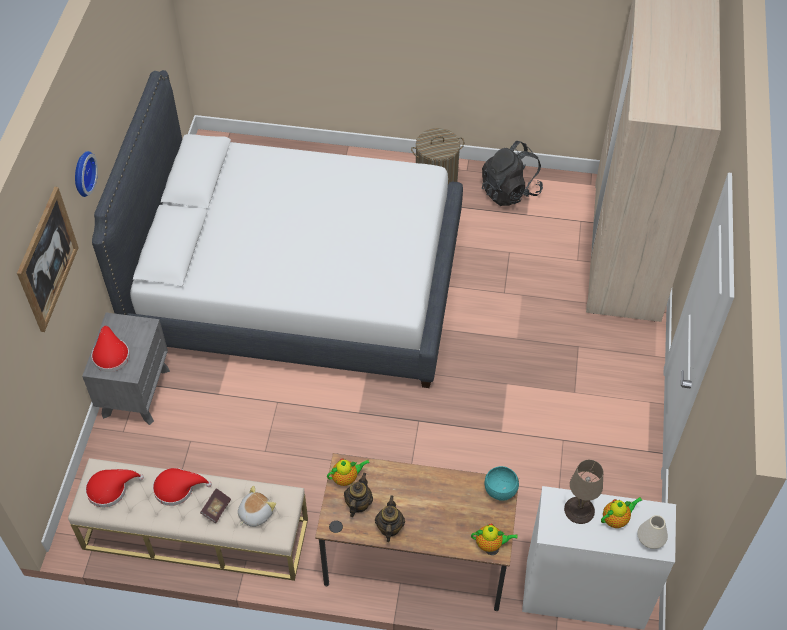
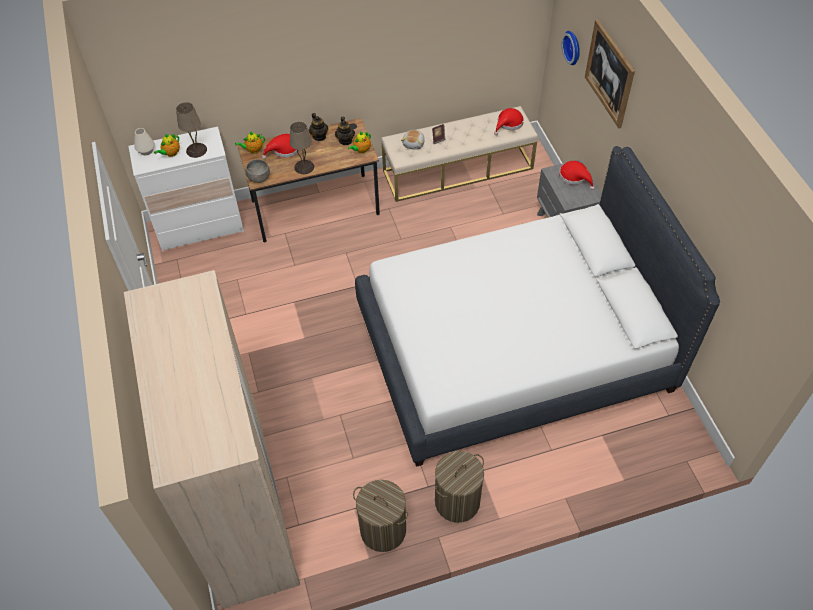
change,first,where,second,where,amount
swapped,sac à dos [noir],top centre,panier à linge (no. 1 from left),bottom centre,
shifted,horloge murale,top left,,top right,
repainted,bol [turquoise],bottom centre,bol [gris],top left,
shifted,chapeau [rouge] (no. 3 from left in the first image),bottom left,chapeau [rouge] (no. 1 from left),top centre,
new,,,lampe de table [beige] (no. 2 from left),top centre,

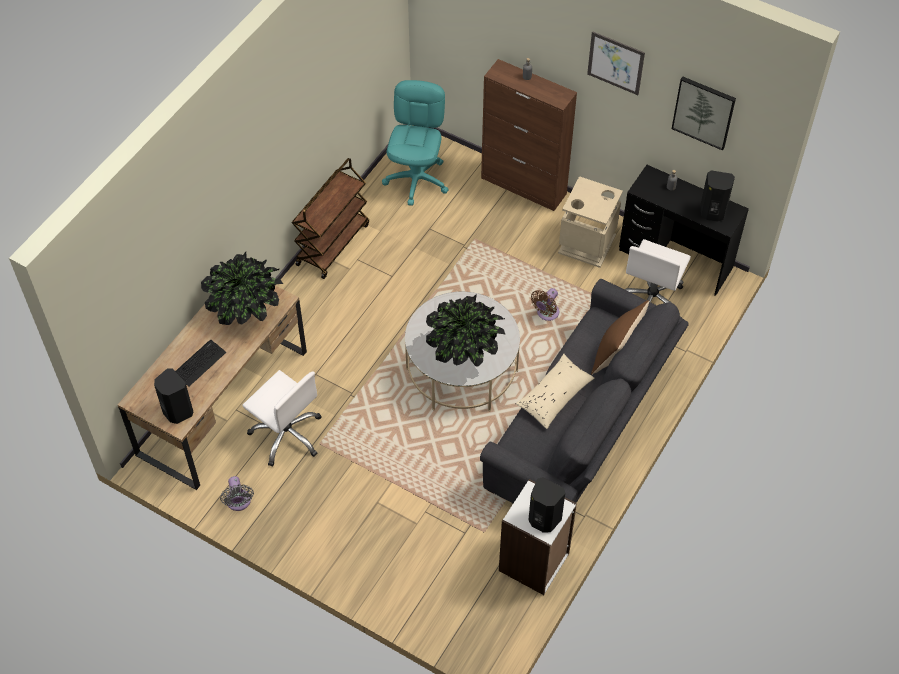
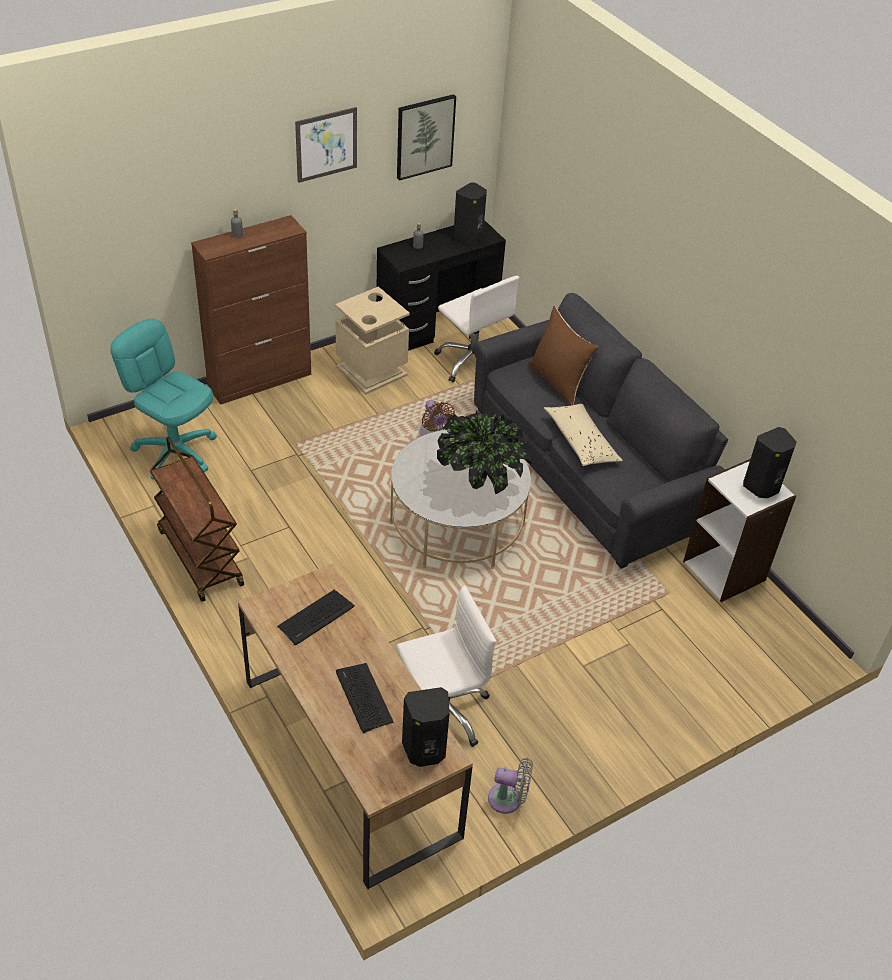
change,first,where,second,where,amount
swapped,plante en pot (no. 1 from left),middle left,clavier (no. 1 from left),centre,

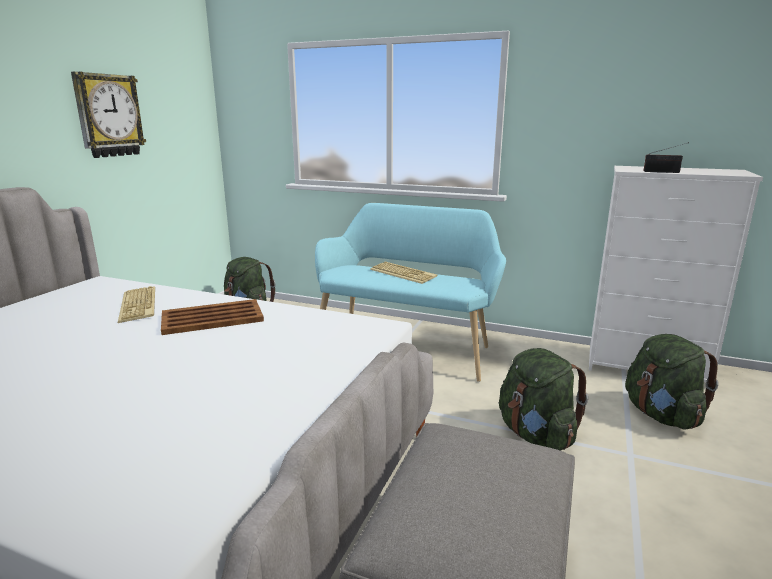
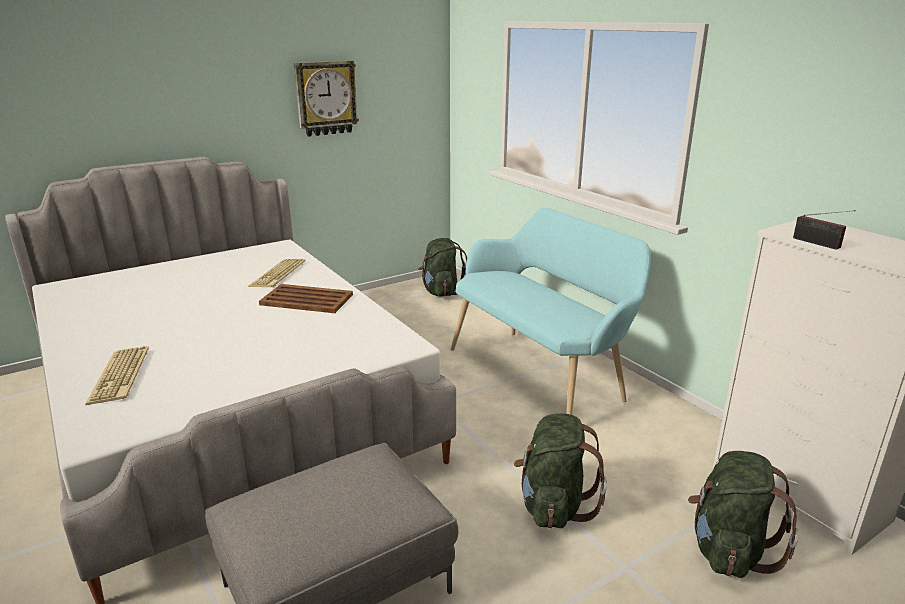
change,first,where,second,where,amount
shifted,clavier (no. 2 from left in the first image),centre,clavier (no. 1 from left),middle left,

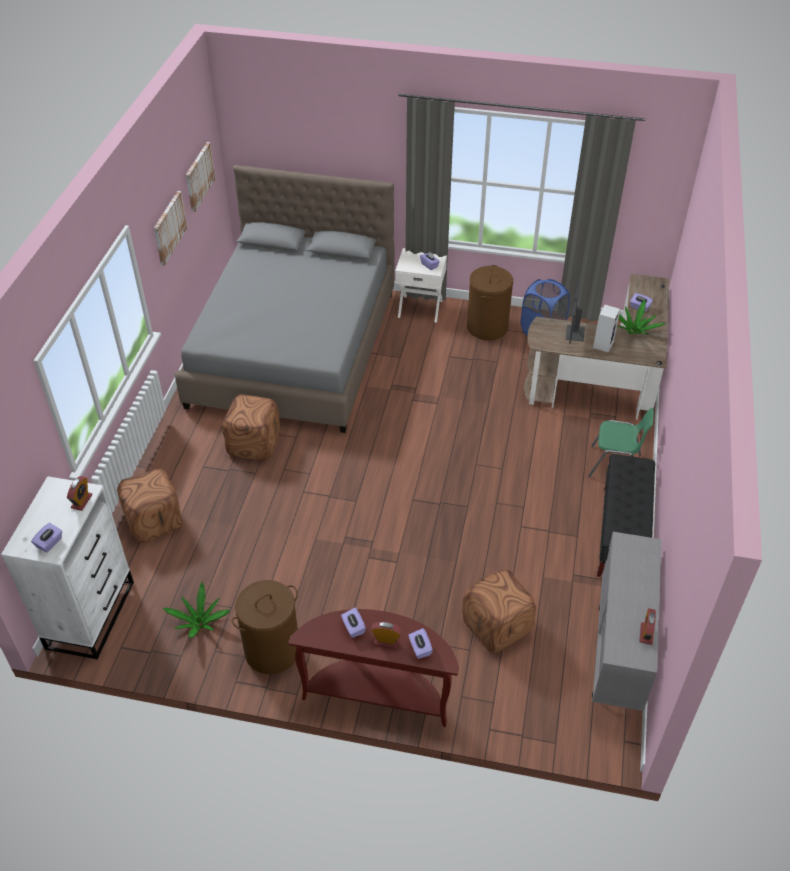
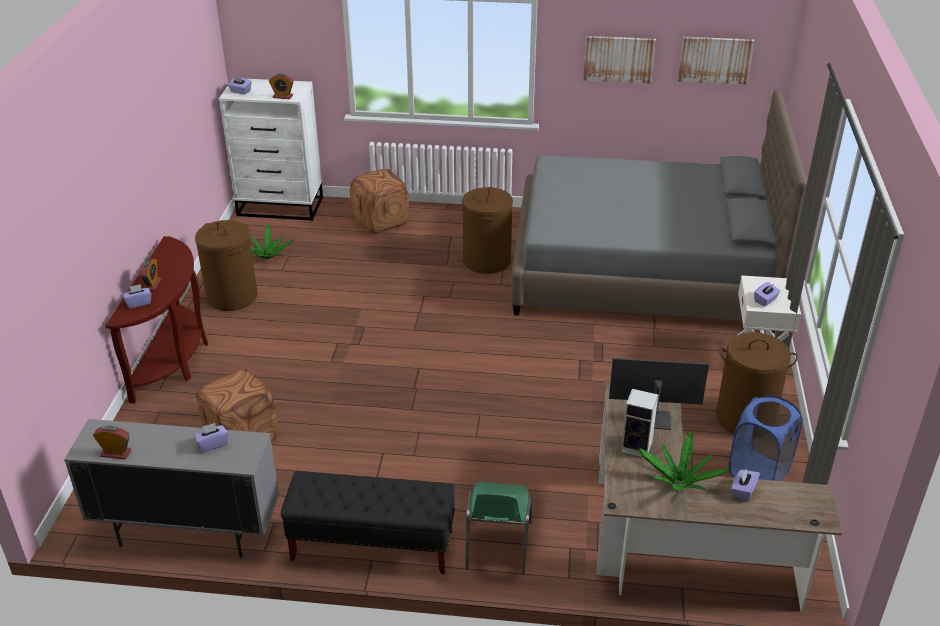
change,first,where,second,where,amount
swapped,pouf [marron] (no. 2 from left),middle left,panier à linge [marron] (no. 2 from left),centre,
shifted,boîte à mouchoirs [violet] (no. 2 from left),bottom centre,,bottom left,

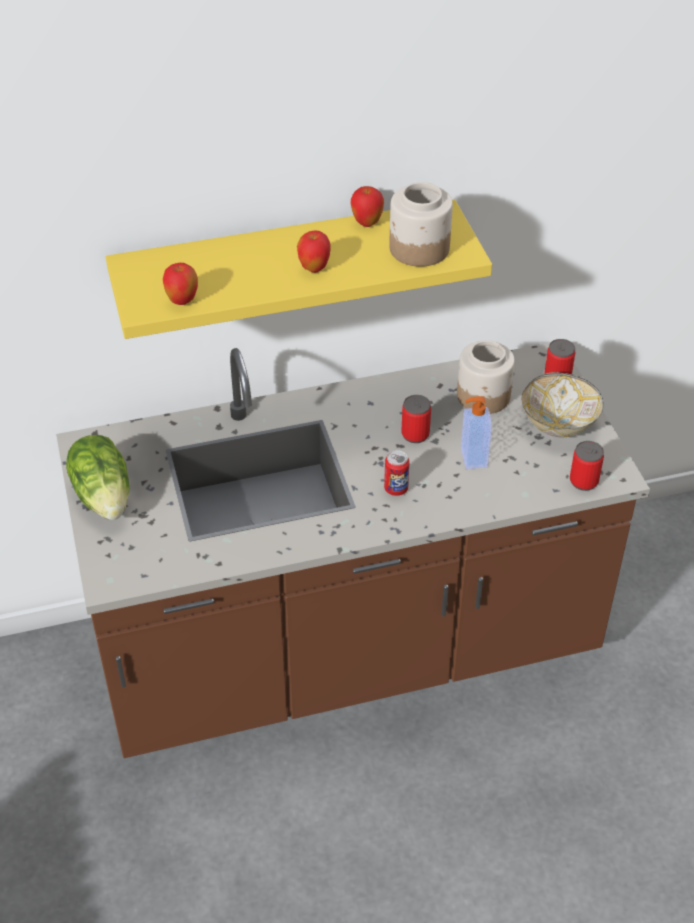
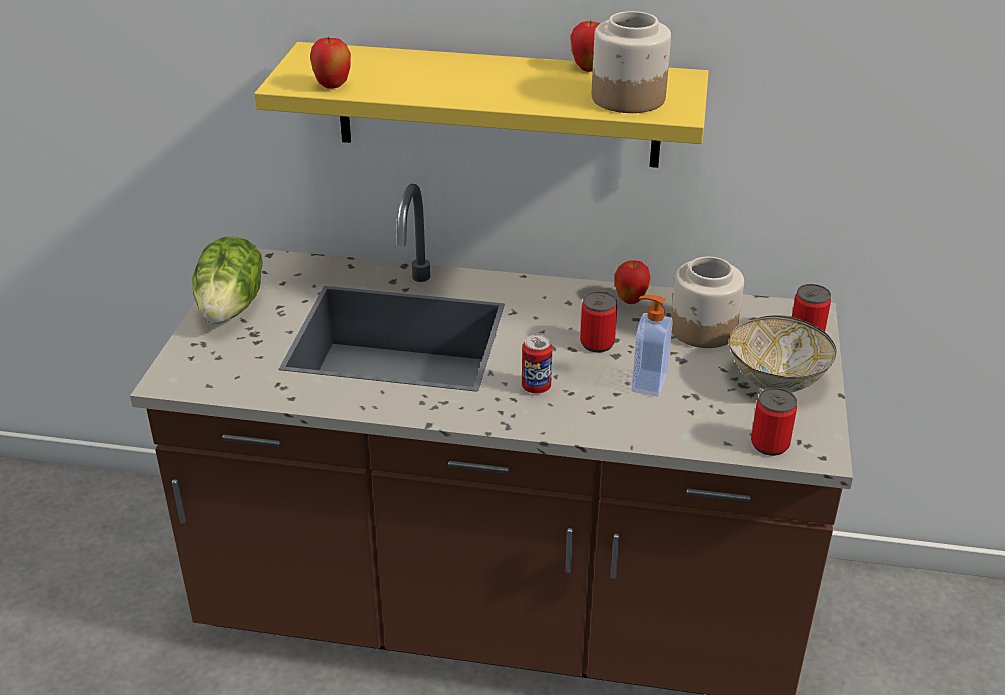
change,first,where,second,where,amount
shifted,pomme (no. 2 from left in the first image),top centre,pomme (no. 3 from left),centre,

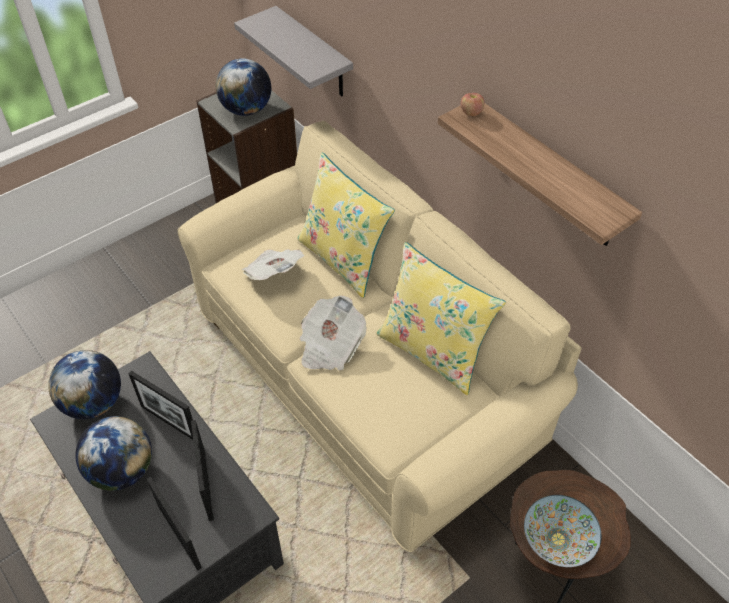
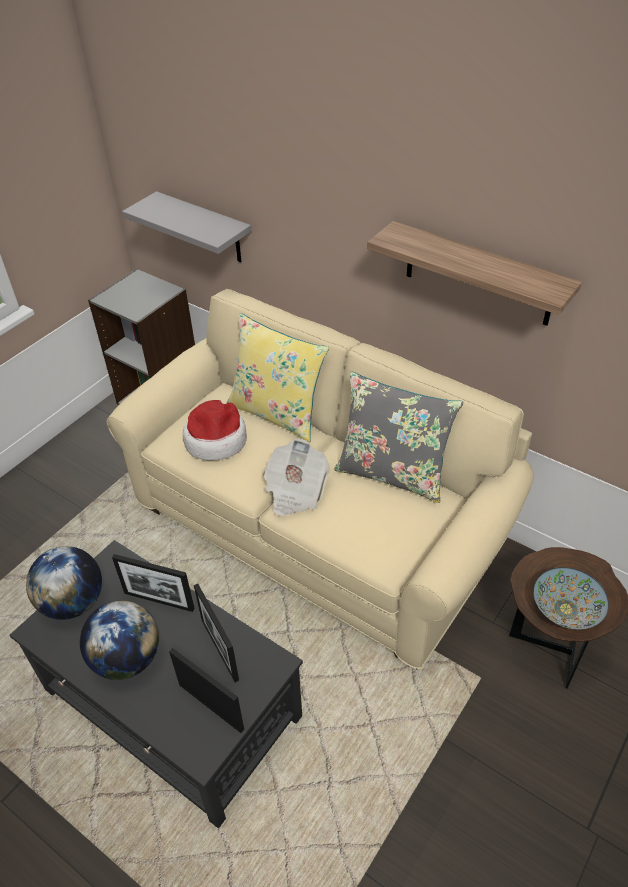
change,first,where,second,where,amount
gone,globe (no. 3 from left),top centre,,,
gone,pomme,top centre,,,
repainted,coussin [jaune] (no. 2 from left),centre,coussin [gris],centre,
swapped,journal (no. 1 from left),centre,chapeau,centre,

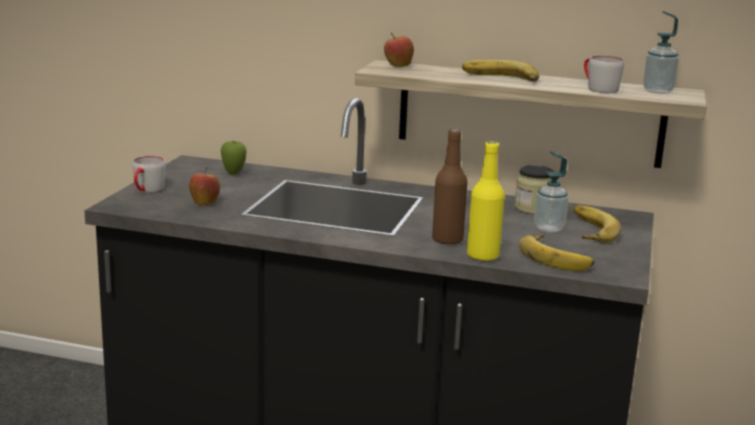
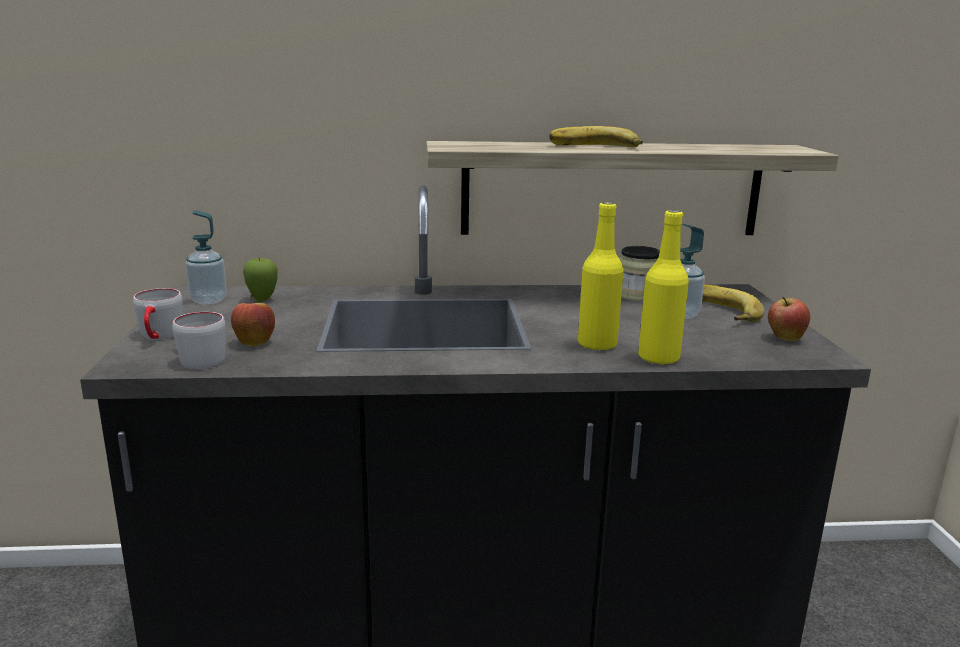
change,first,where,second,where,amount
shifted,distributeur de savon (no. 2 from left in the first image),top right,distributeur de savon (no. 1 from left),middle left,
shifted,pomme (no. 3 from left),top centre,,middle right,
shifted,mug [gris] (no. 2 from left),top right,,middle left,
repainted,bouteille [marron],centre,bouteille [jaune] (no. 1 from left),centre,
gone,banane (no. 2 from left),middle right,,,

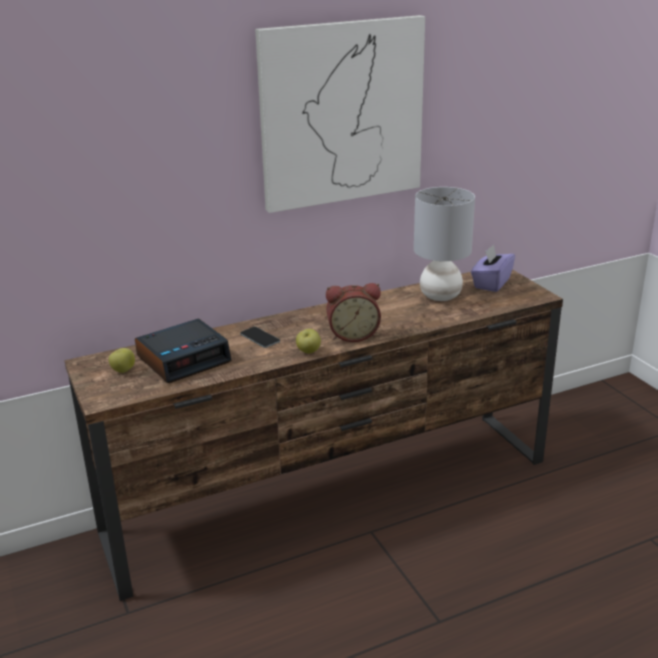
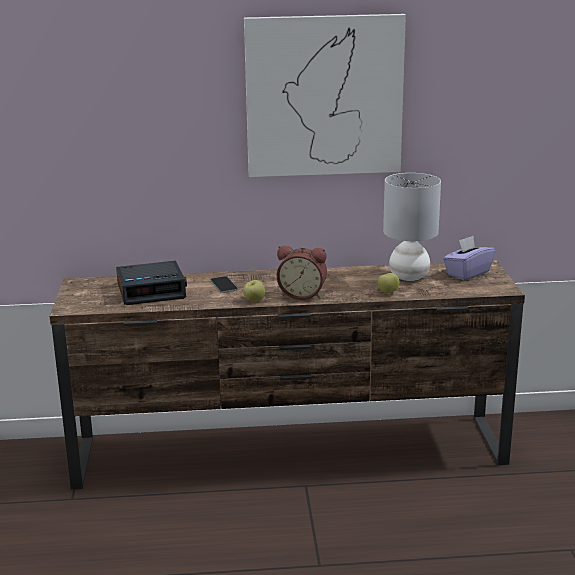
change,first,where,second,where,amount
shifted,pomme (no. 1 from left in the first image),middle left,pomme (no. 2 from left),middle right,

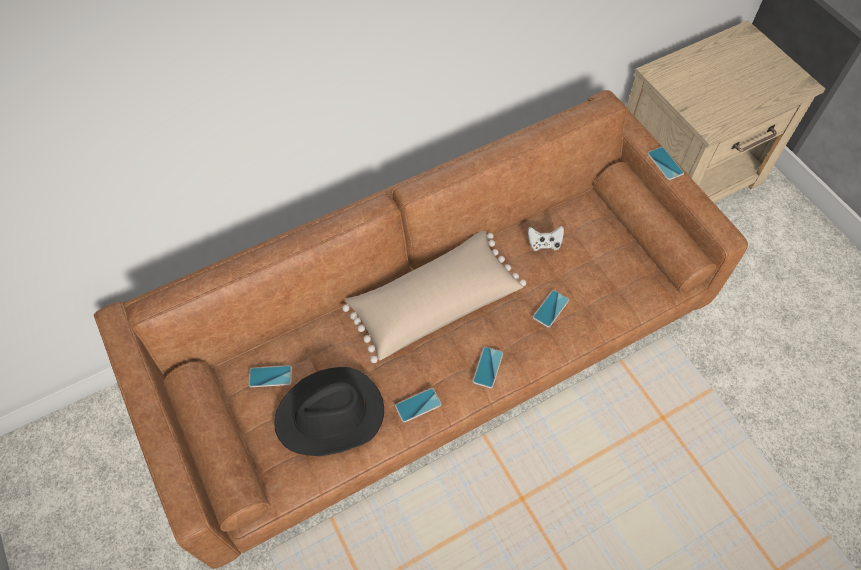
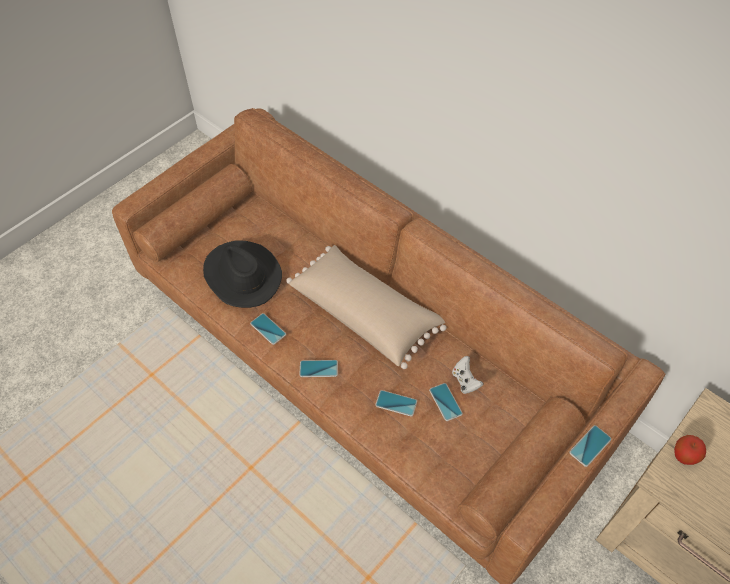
change,first,where,second,where,amount
shifted,téléphone (no. 1 from left in the first image),middle left,téléphone (no. 4 from left),bottom centre,
new,,,pomme,bottom right,

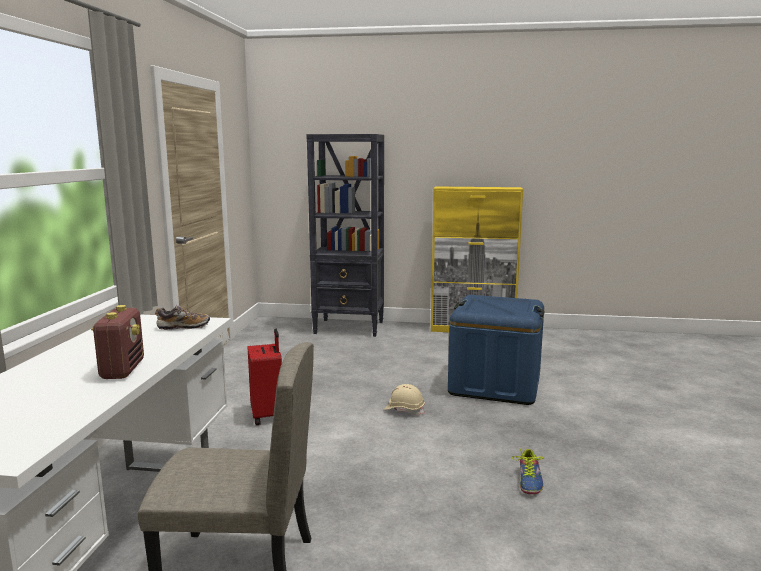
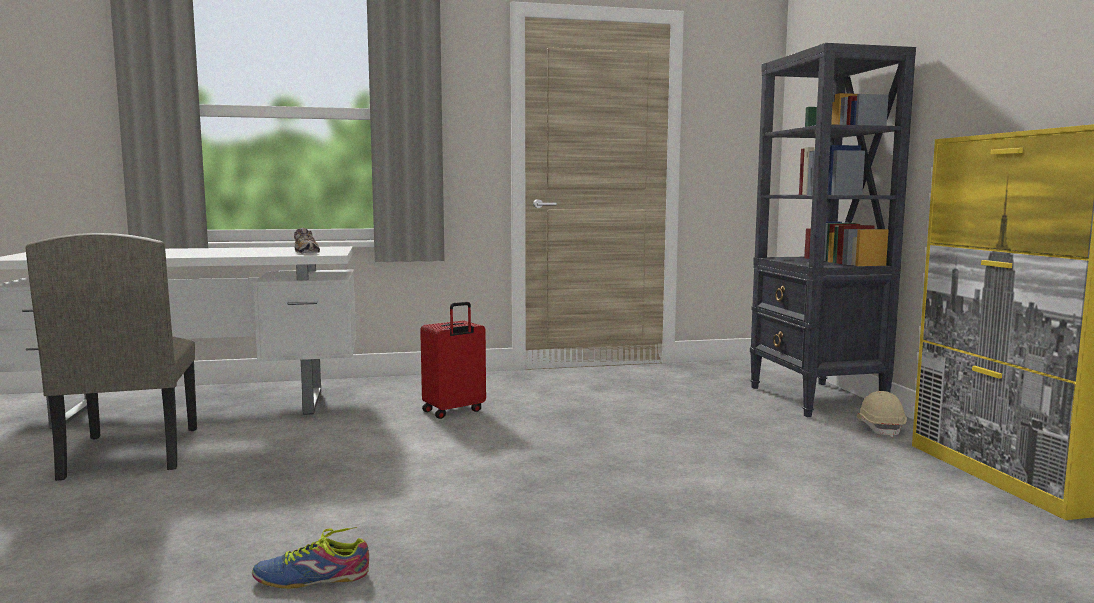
change,first,where,second,where,amount
gone,boîte de rangement [bleu],centre,,,
gone,radio,middle left,,,
shifted,casque de chantier [beige],bottom centre,,bottom right,

